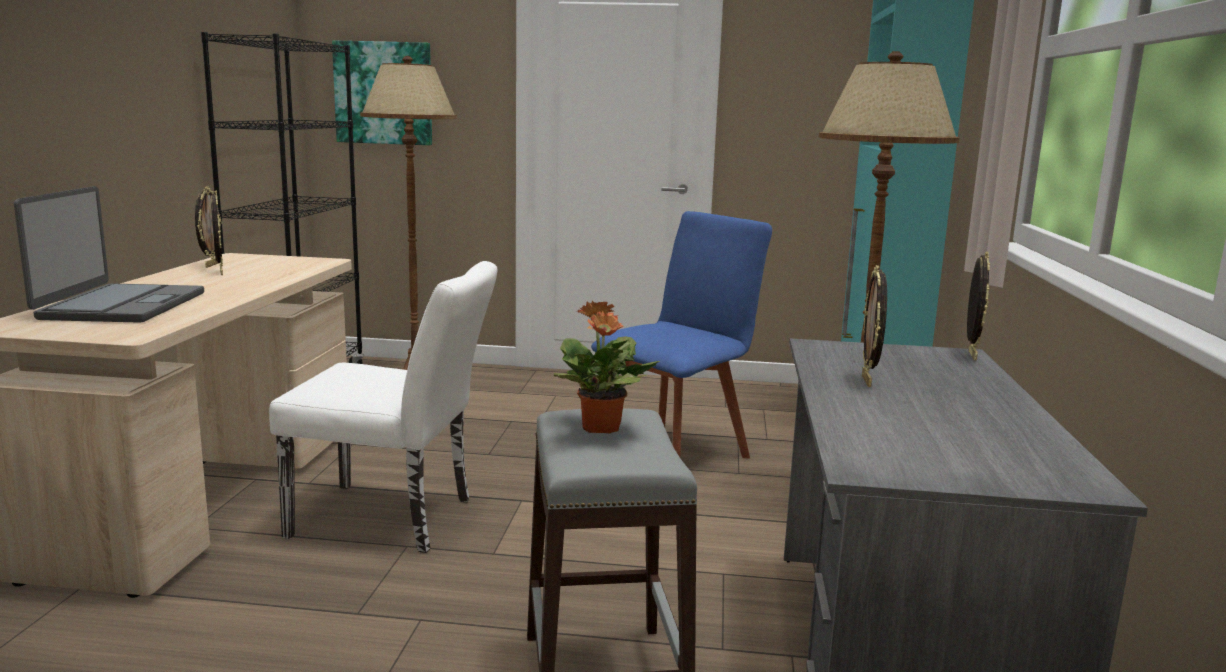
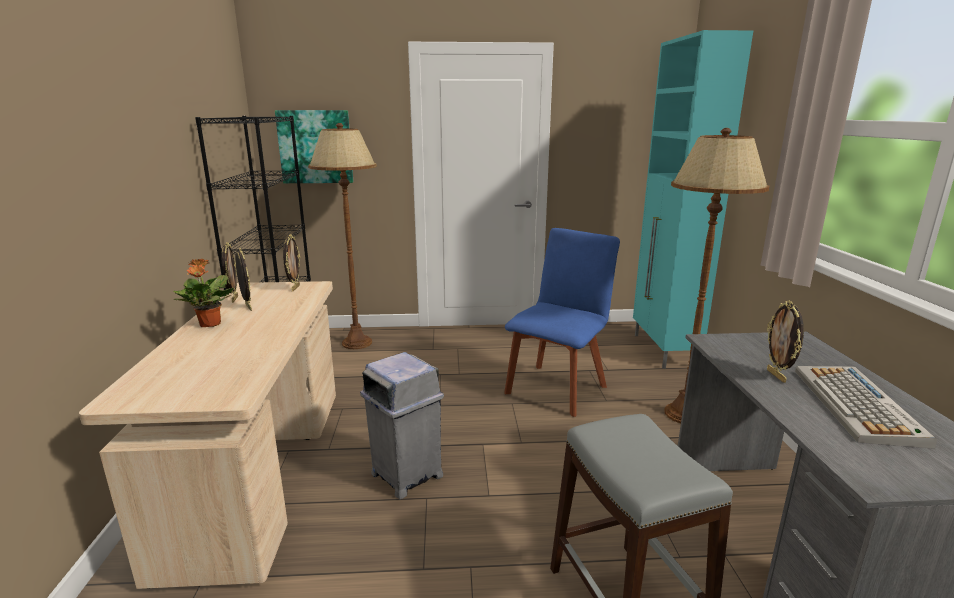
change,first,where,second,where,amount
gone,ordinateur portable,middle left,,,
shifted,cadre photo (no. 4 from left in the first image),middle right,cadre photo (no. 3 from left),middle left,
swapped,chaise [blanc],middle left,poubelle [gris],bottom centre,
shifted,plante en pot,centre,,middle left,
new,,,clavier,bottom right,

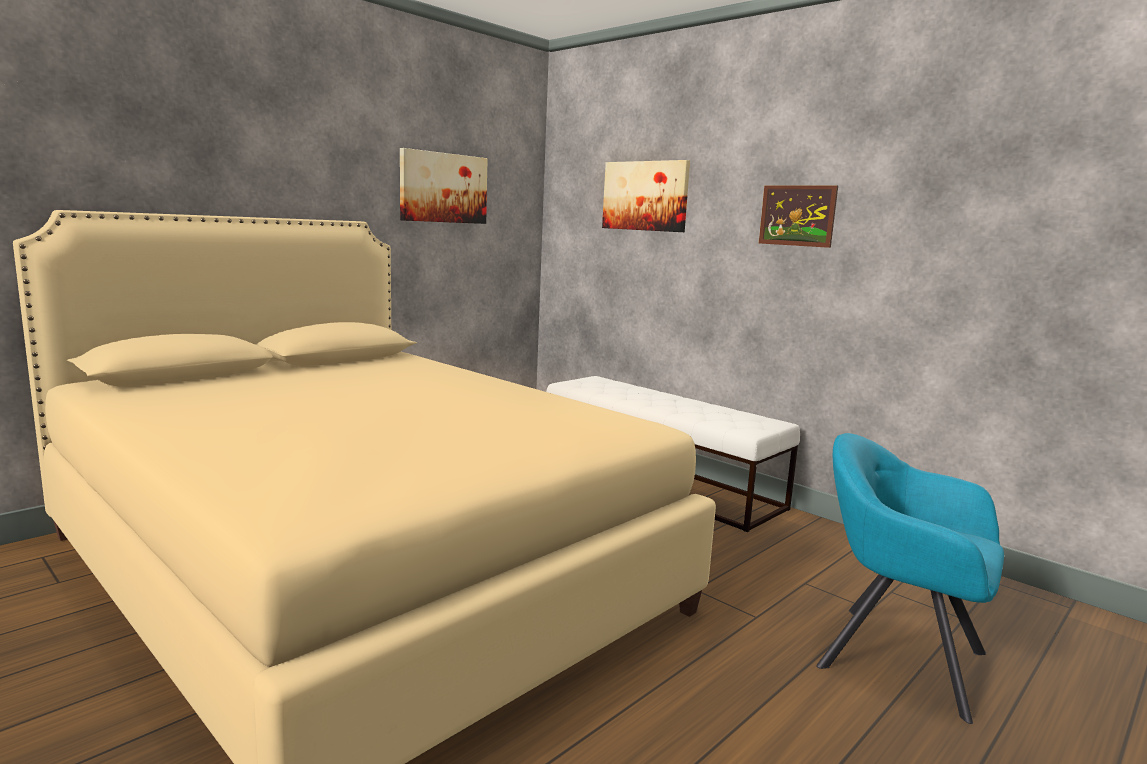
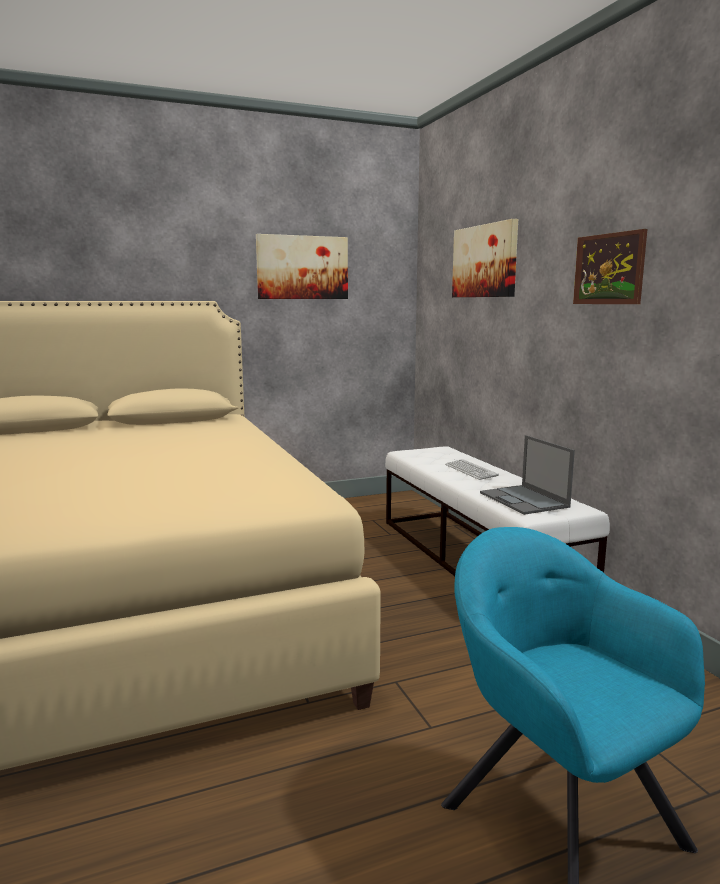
change,first,where,second,where,amount
new,,,ordinateur portable,middle right,
new,,,clavier,centre,

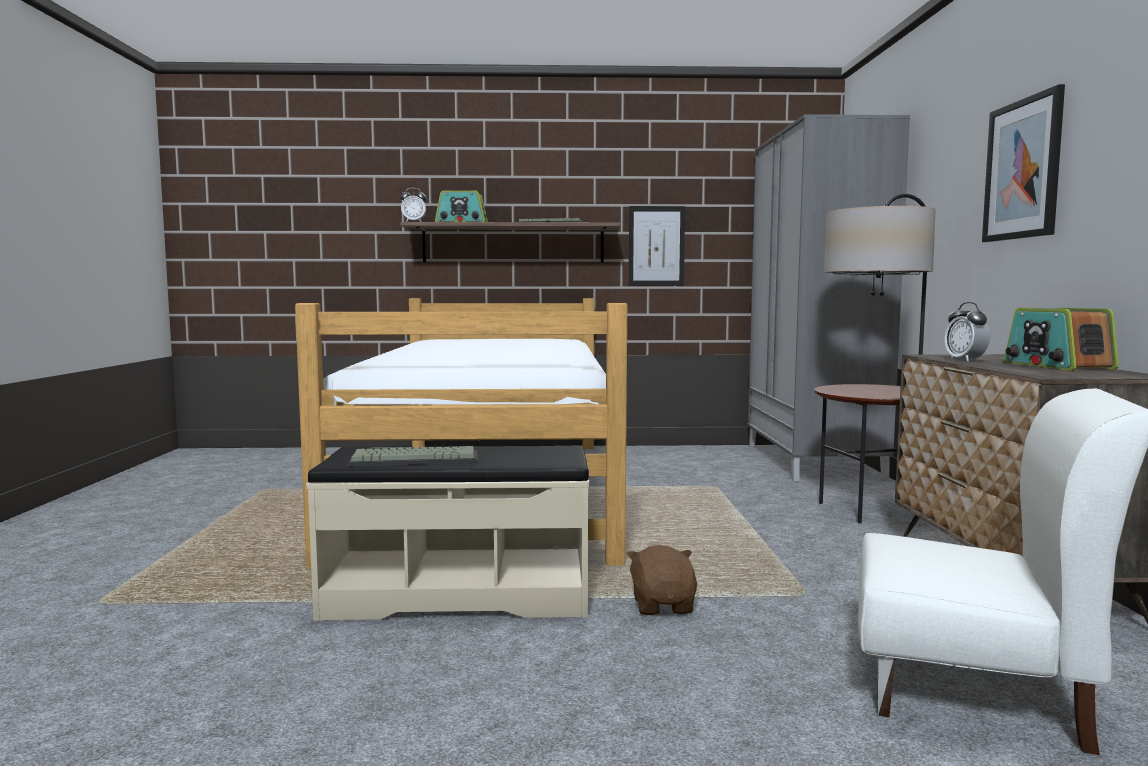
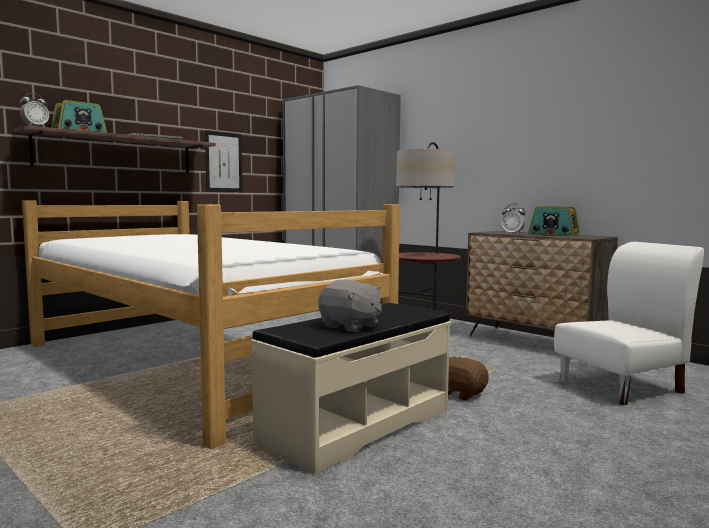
change,first,where,second,where,amount
gone,tableau (no. 2 from left),top right,,,
swapped,clavier (no. 1 from left),centre,peluche [gris],centre,

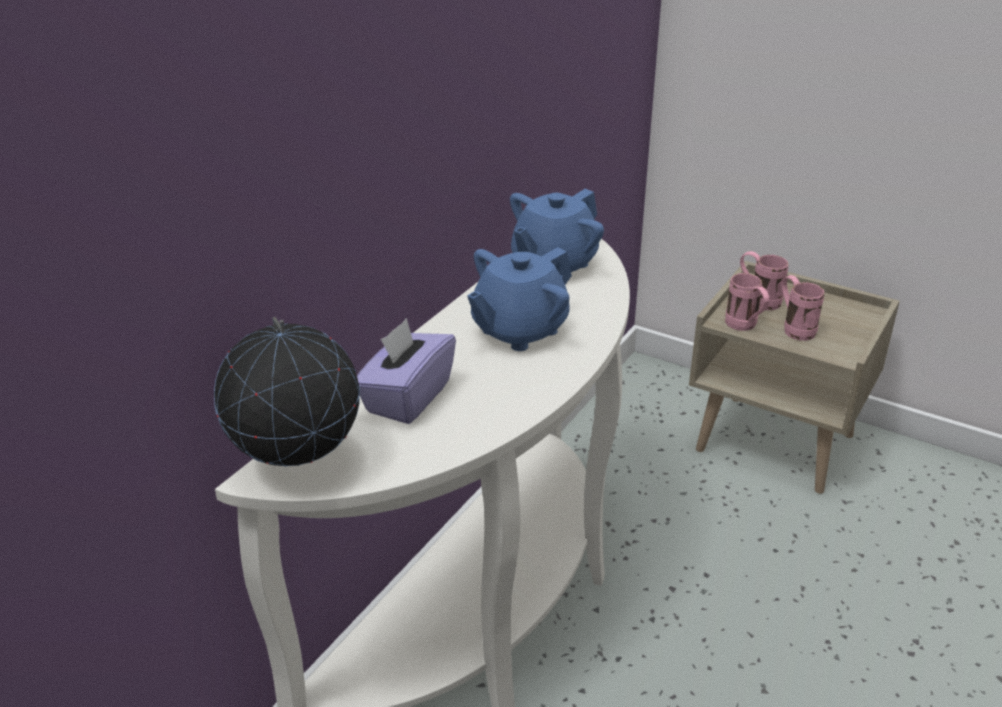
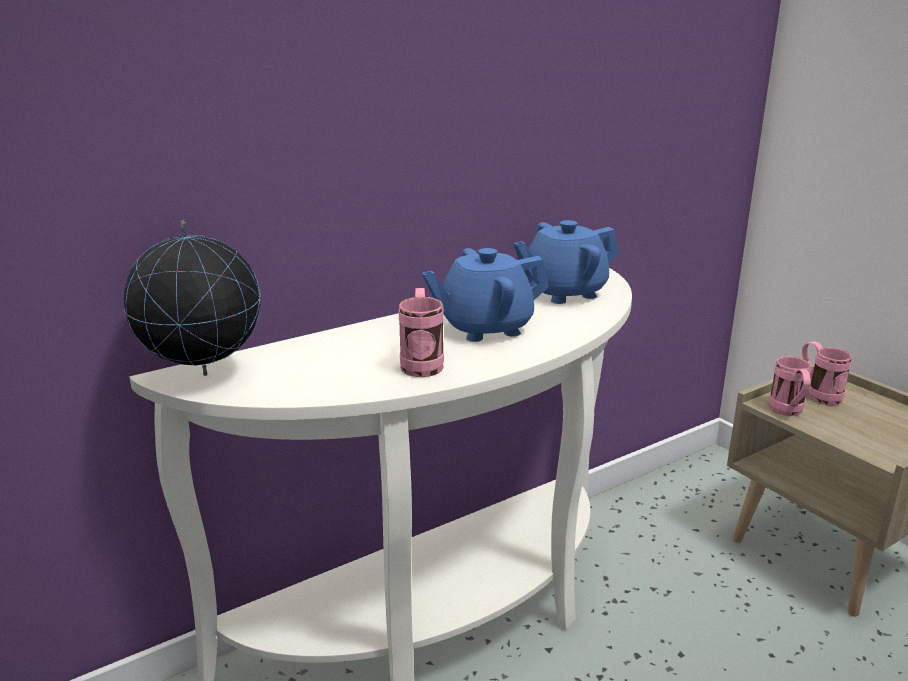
change,first,where,second,where,amount
shifted,mug [rose] (no. 3 from left in the first image),middle right,mug [rose] (no. 1 from left),centre,
gone,boîte à mouchoirs [violet],centre,,,

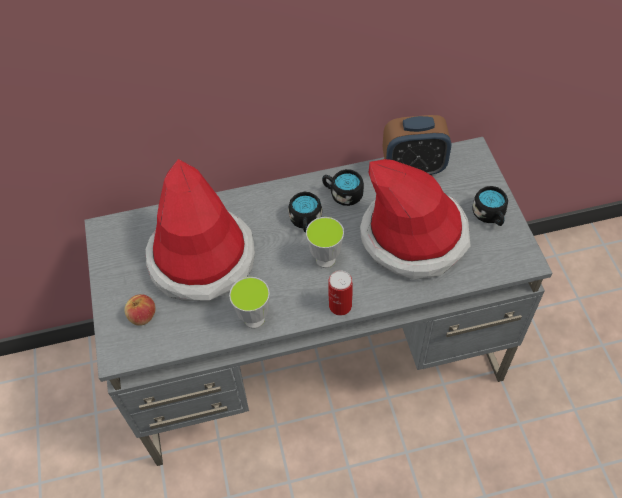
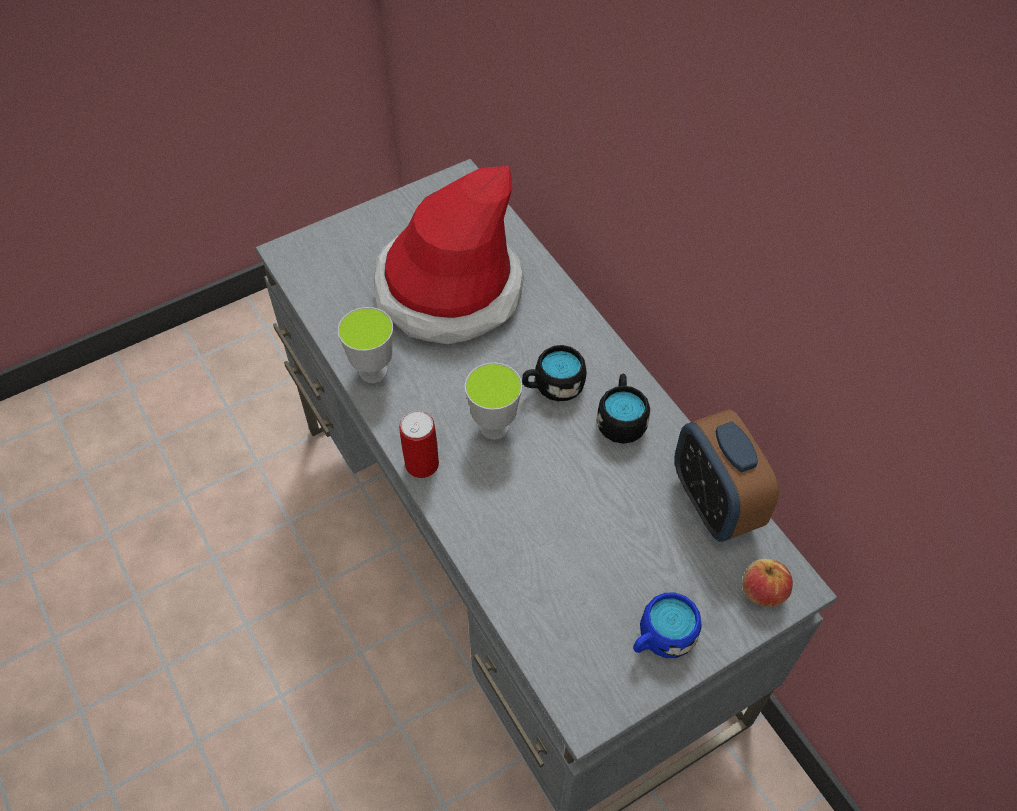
change,first,where,second,where,amount
gone,chapeau (no. 2 from left),middle right,,,
repainted,mug [noir] (no. 3 from left),middle right,mug [bleu],bottom centre,
shifted,pomme,middle left,,bottom right,

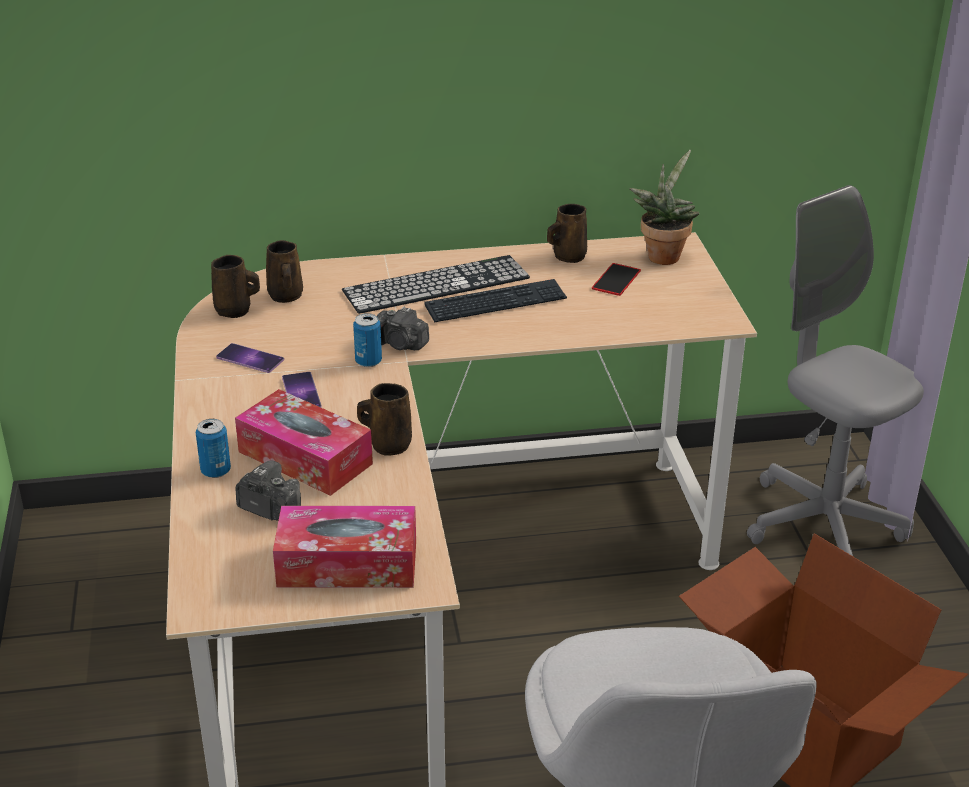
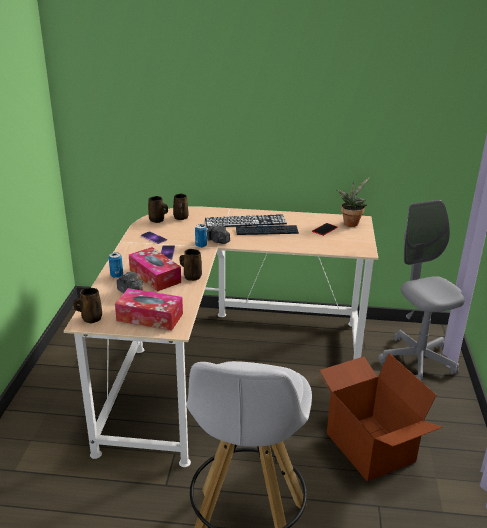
change,first,where,second,where,amount
shifted,mug [marron] (no. 4 from left in the first image),top centre,mug [marron] (no. 1 from left),middle left,

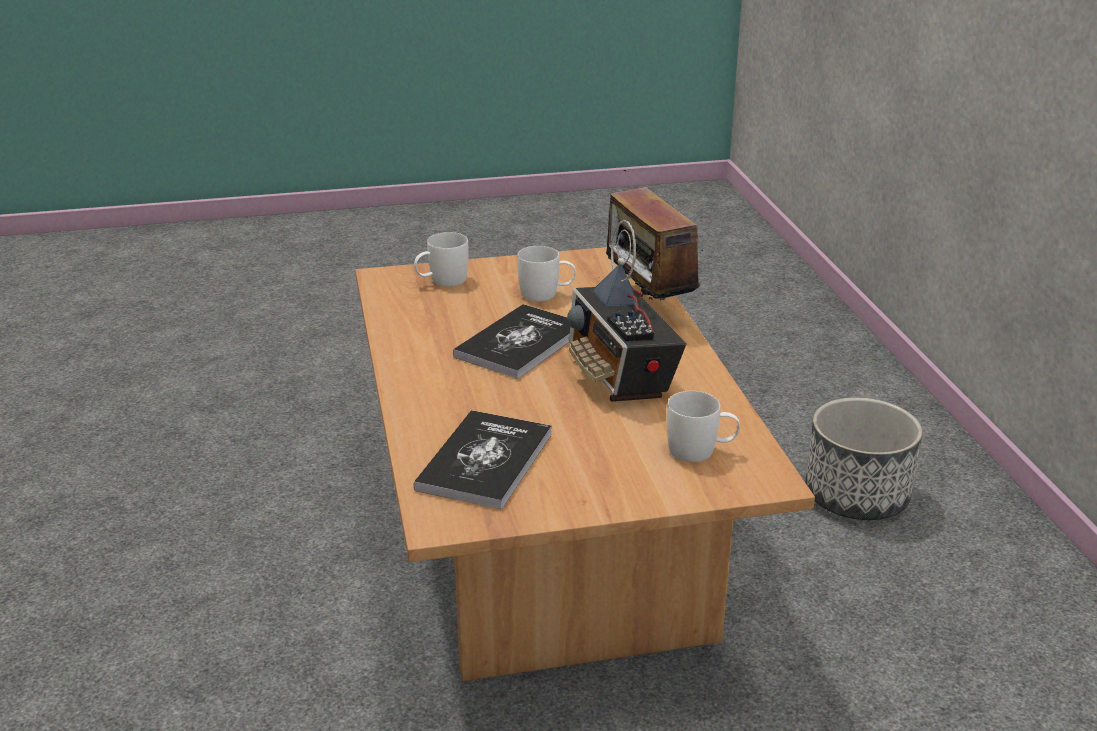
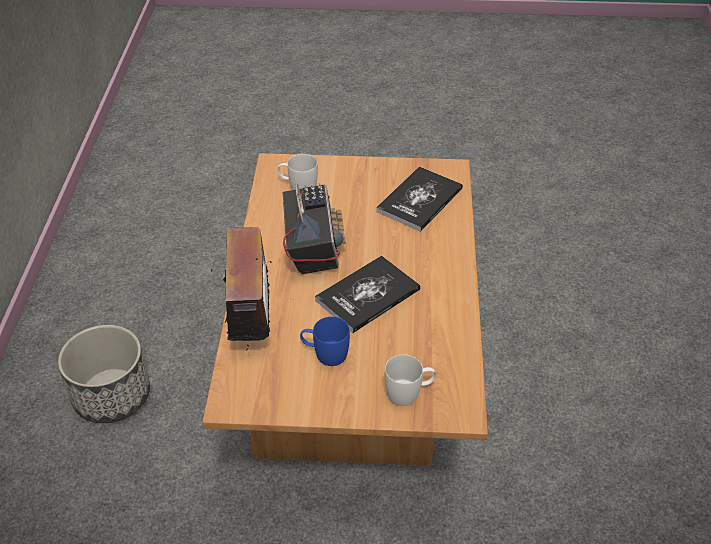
change,first,where,second,where,amount
repainted,mug [blanc] (no. 2 from left),centre,mug [bleu],centre,

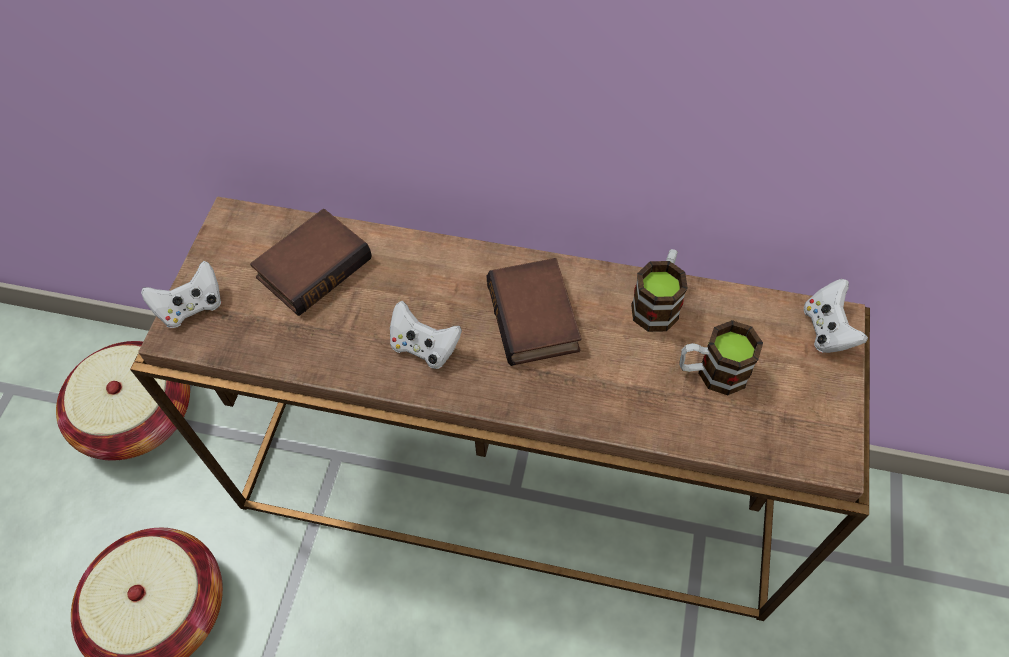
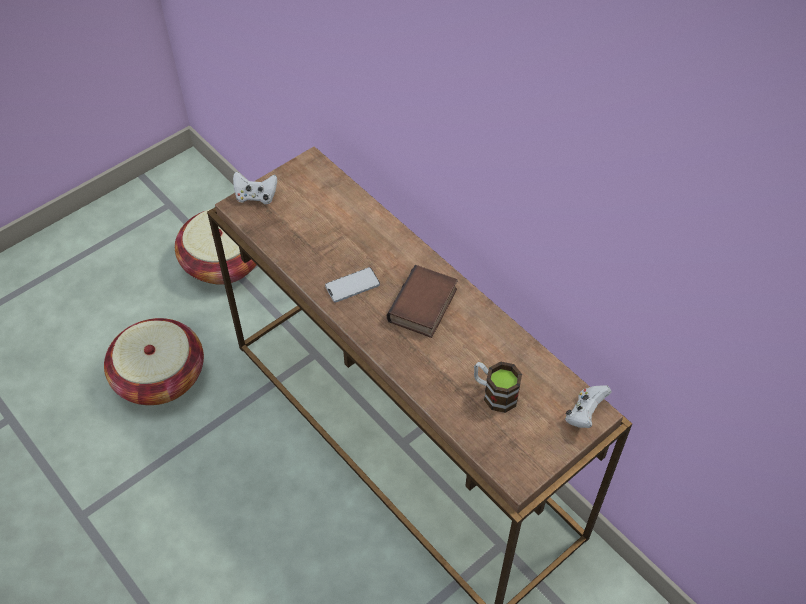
change,first,where,second,where,amount
gone,livre (no. 1 from left),middle left,,,
gone,mug (no. 1 from left),centre,,,
swapped,manette [blanc] (no. 2 from left),centre,téléphone,centre,

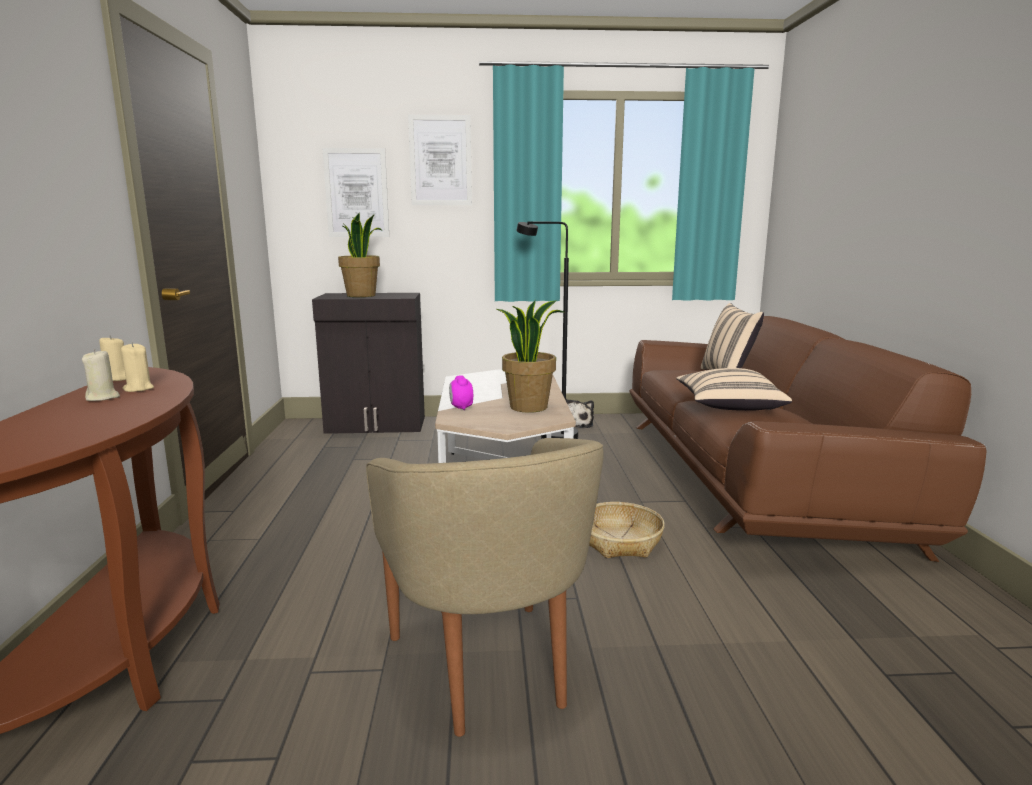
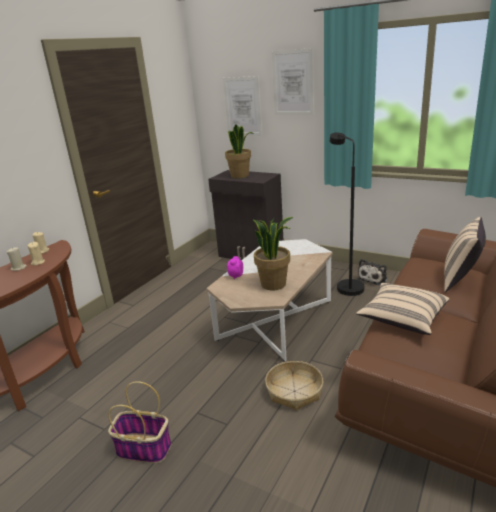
change,first,where,second,where,amount
swapped,fauteuil [beige],bottom centre,panier (no. 1 from left),bottom left,

